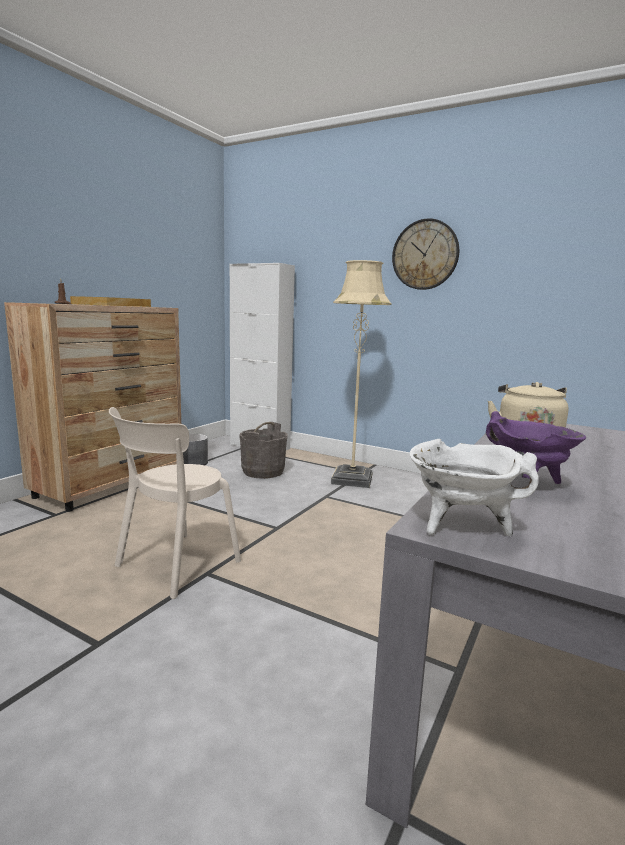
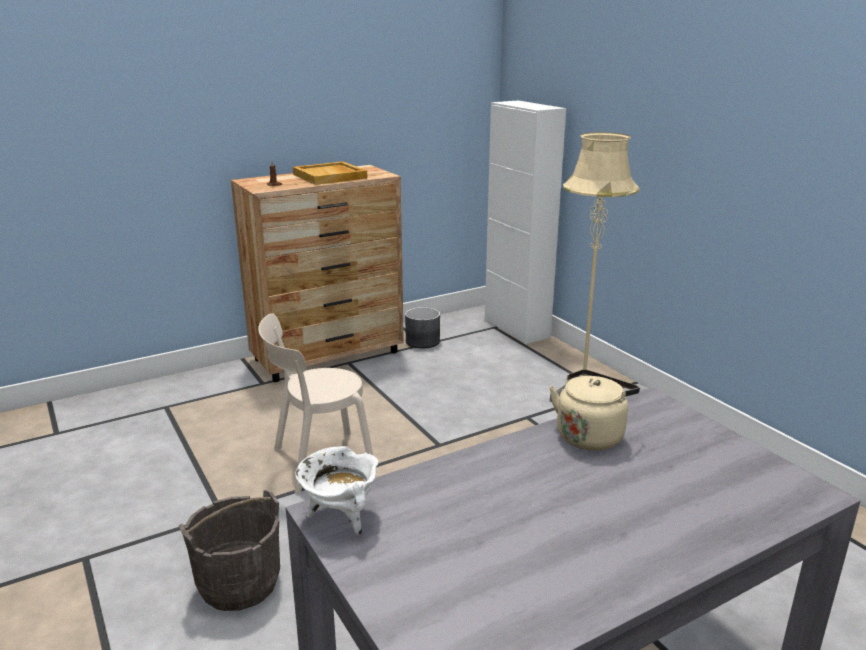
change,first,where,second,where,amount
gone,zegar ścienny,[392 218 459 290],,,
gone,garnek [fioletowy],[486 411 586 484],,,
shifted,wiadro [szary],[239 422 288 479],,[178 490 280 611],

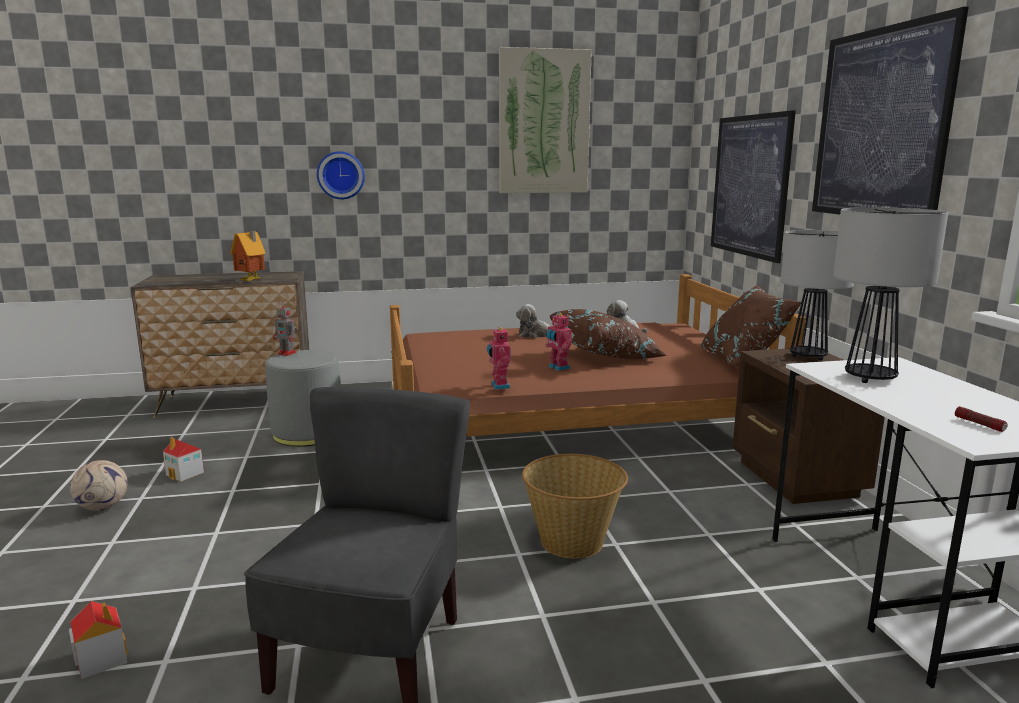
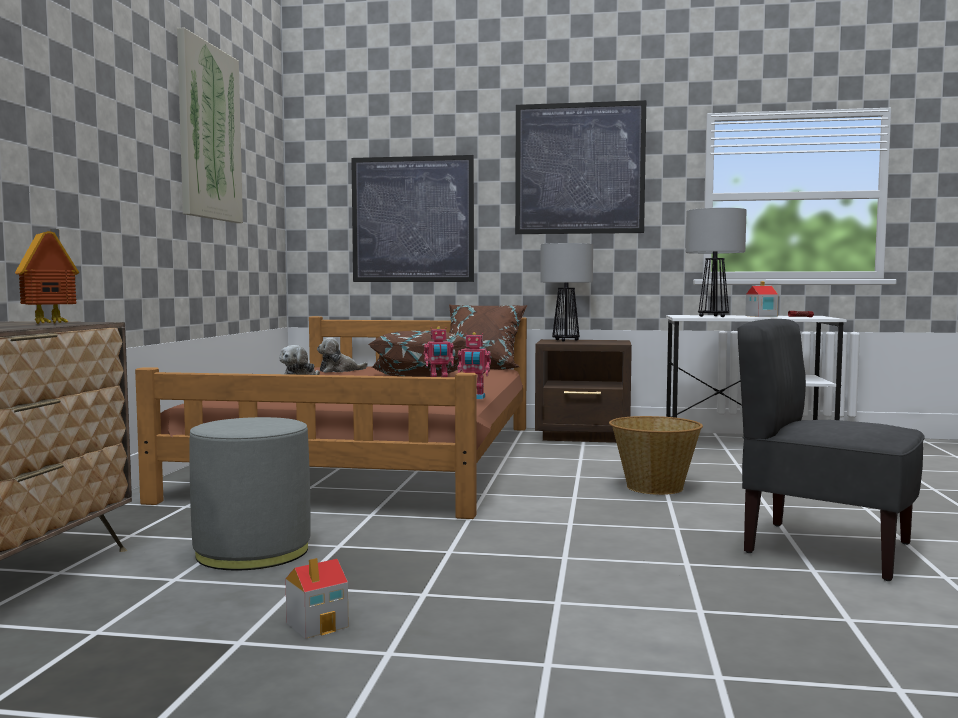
change,first,where,second,where,amount
gone,zegar ścienny,[317 151 365 199],,,
gone,robot zabawkowy,[273 301 298 356],,,
gone,piłka futbolowa,[70 460 128 511],,,
shifted,domek,[69 601 128 679],,[745 281 778 317],

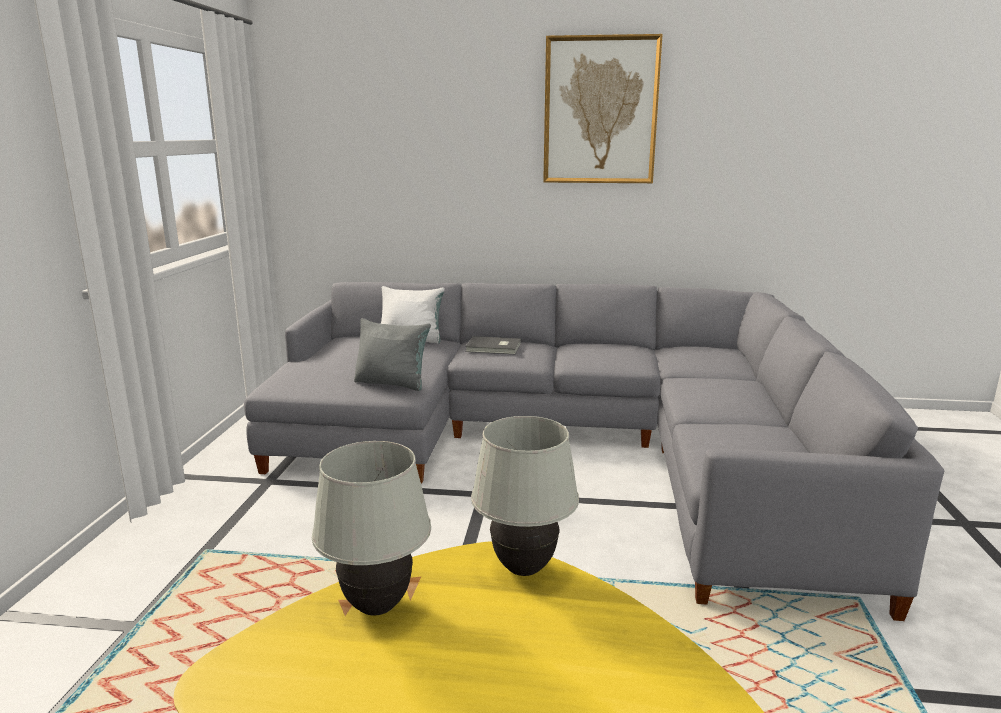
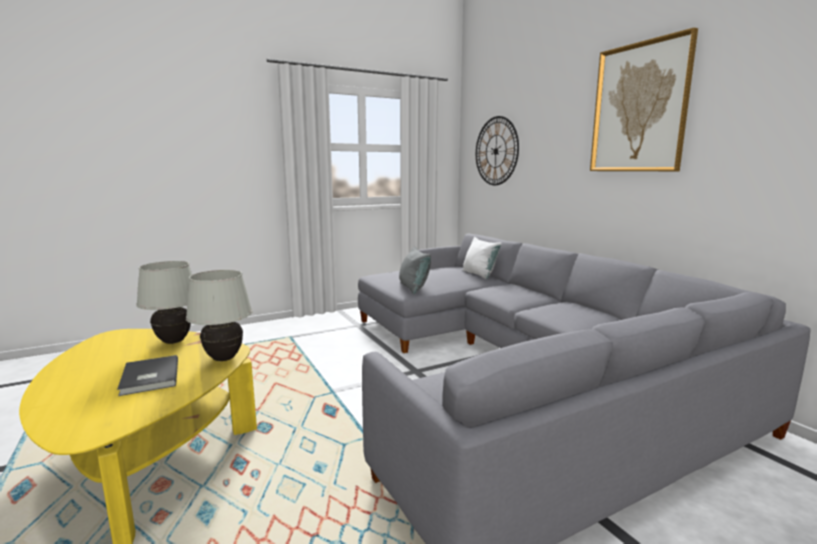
change,first,where,second,where,amount
shifted,książka [szary],[465 336 521 354],,[117 355 178 396],
new,,,zegar ścienny,[476 116 519 185],

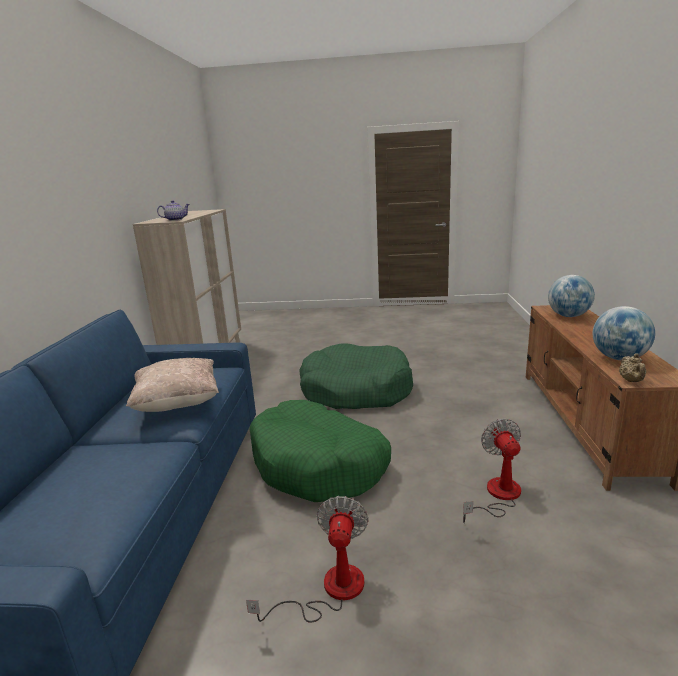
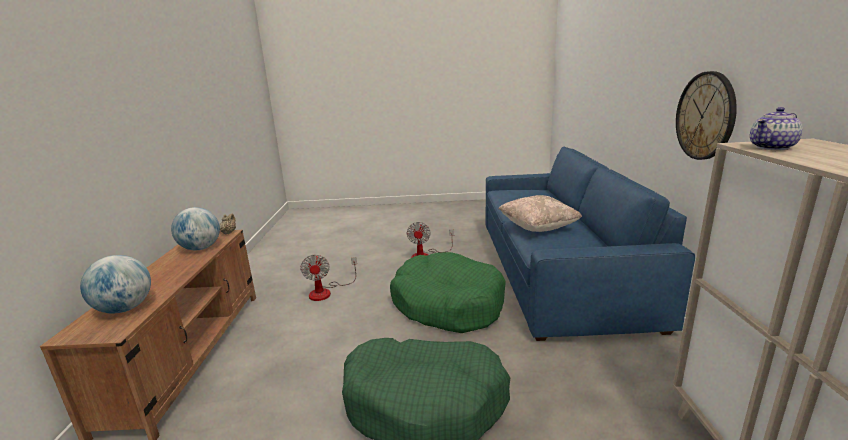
change,first,where,second,where,amount
new,,,zegar ścienny,[676 71 737 160],

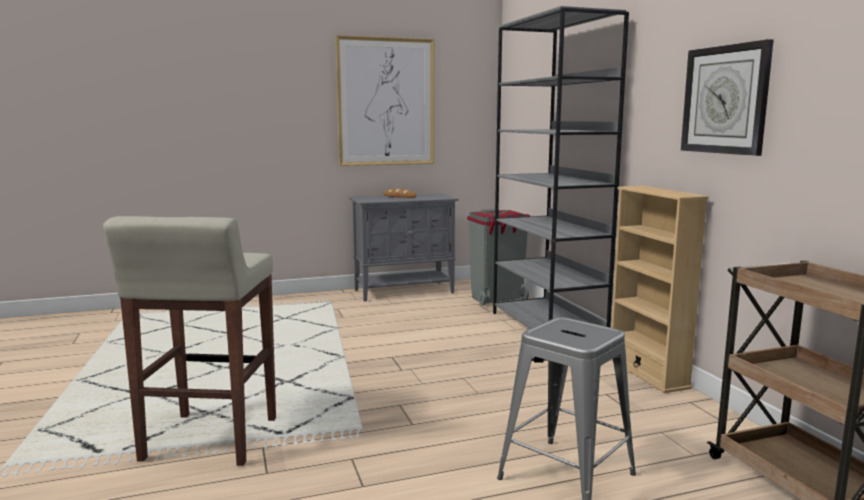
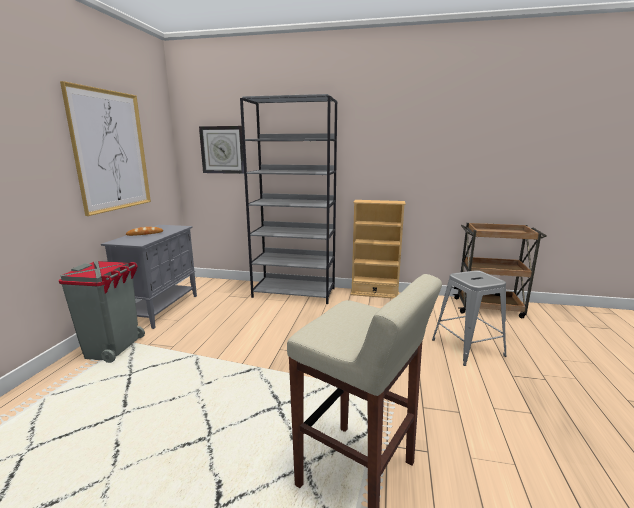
change,first,where,second,where,amount
shifted,zegar ścienny,[681 39 773 156],,[199 126 244 174],
shifted,kosz na śmieci [szary],[467 209 530 305],,[59 261 145 363],

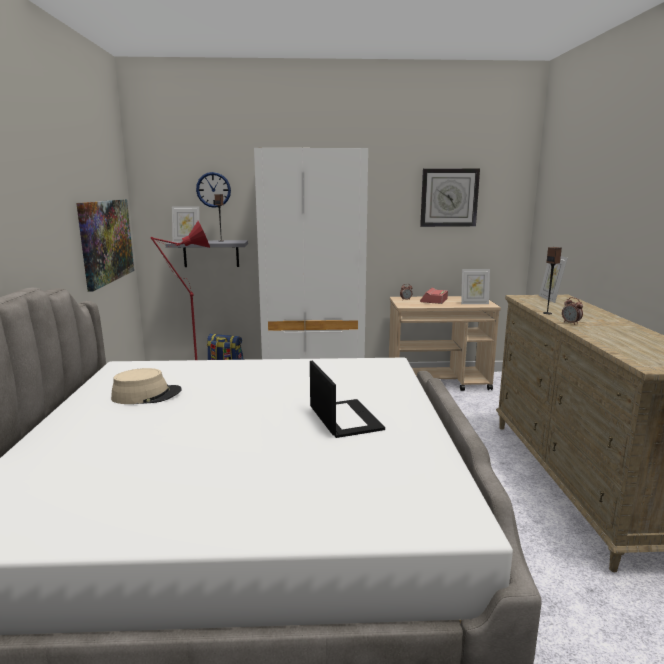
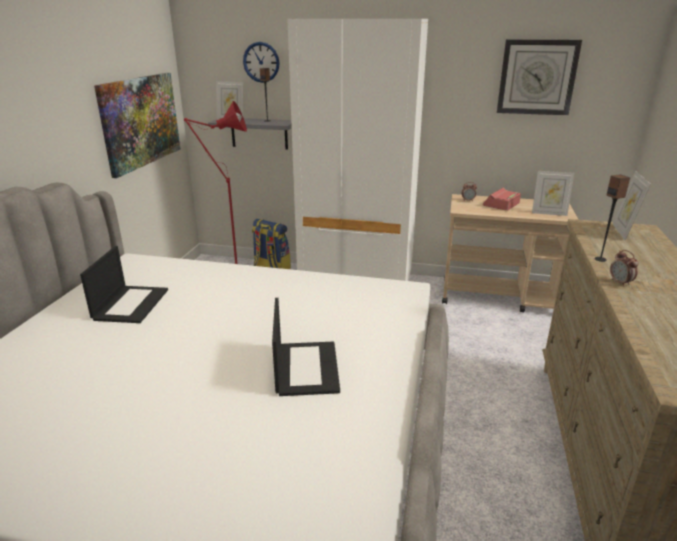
change,first,where,second,where,amount
swapped,kapelusz [beżowy],[111 368 182 404],laptop,[80 246 168 323],

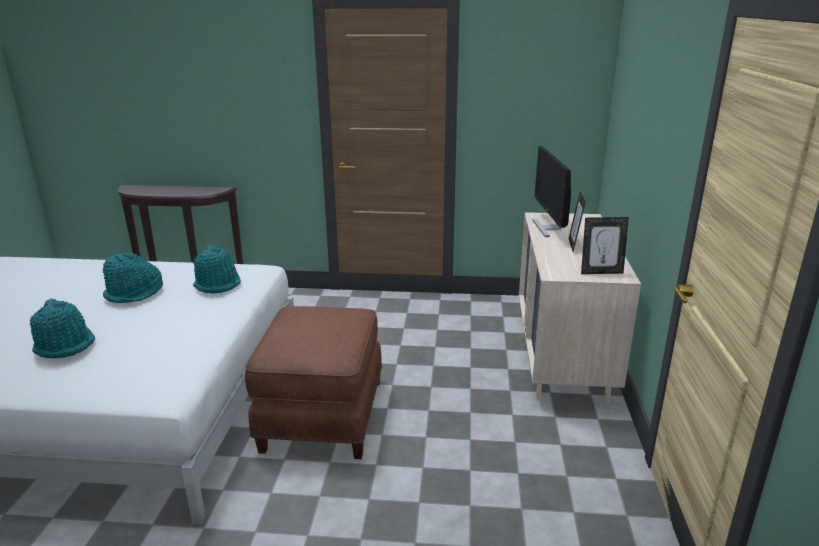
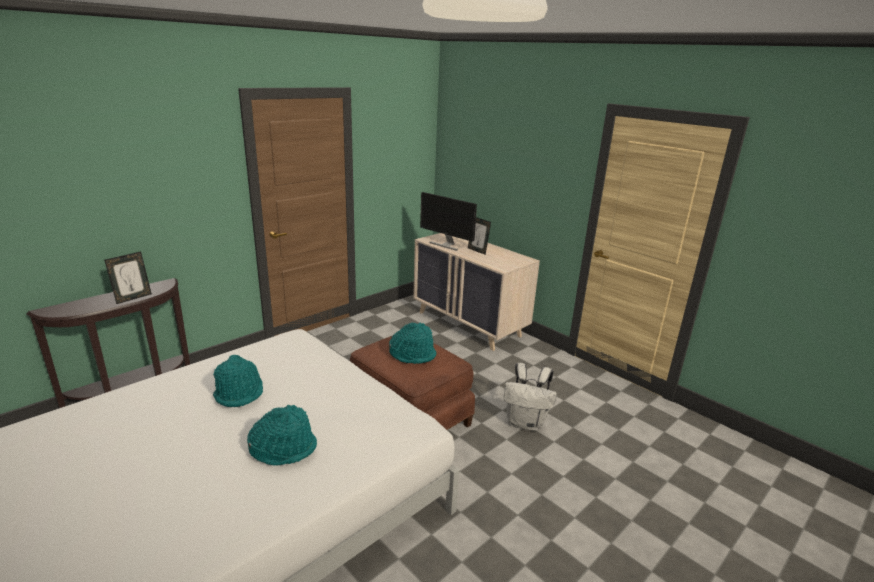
change,first,where,second,where,amount
shifted,ramka na zdjęcie,[581 217 629 274],,[104 252 152 304],
shifted,kapelusz [turkusowy],[193 244 241 294],,[389 323 437 364],
new,,,plecak [biały],[504 363 557 431],

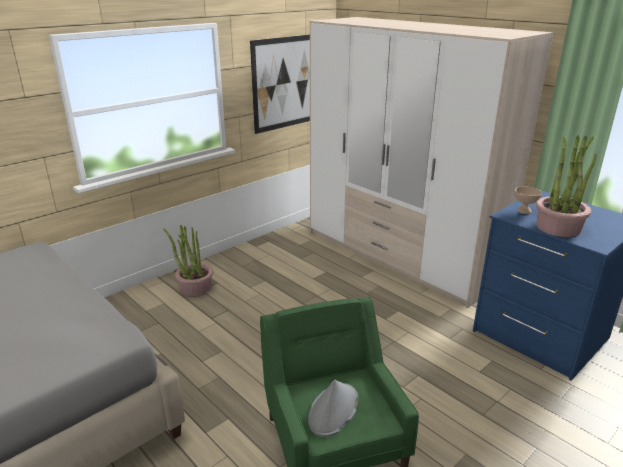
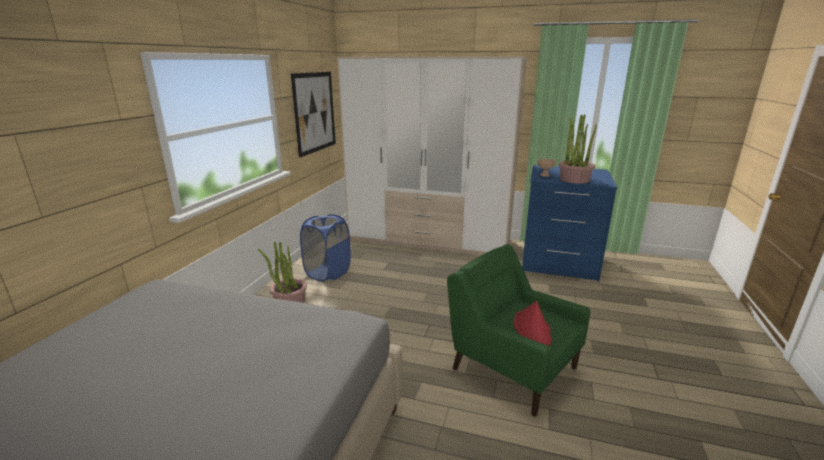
change,first,where,second,where,amount
repainted,kapelusz [szary],[308 380 358 437],kapelusz [czerwony],[513 301 552 346],
new,,,kosz na pranie [niebieski],[300 214 351 282],

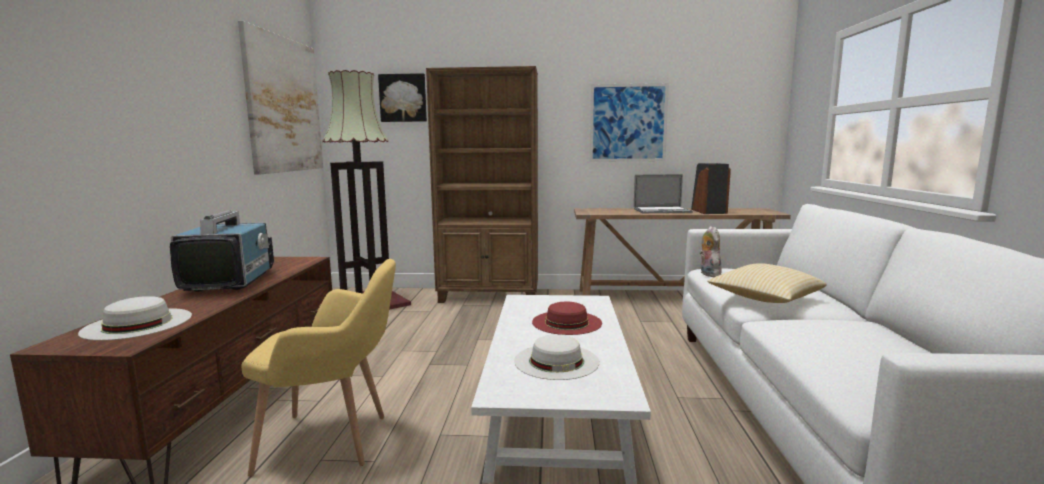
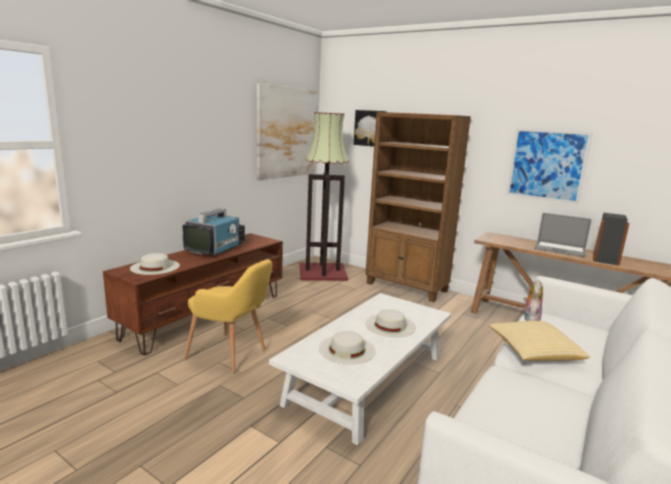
change,first,where,second,where,amount
repainted,kapelusz [czerwony],[532 302 602 335],kapelusz [biały],[365 309 416 337],

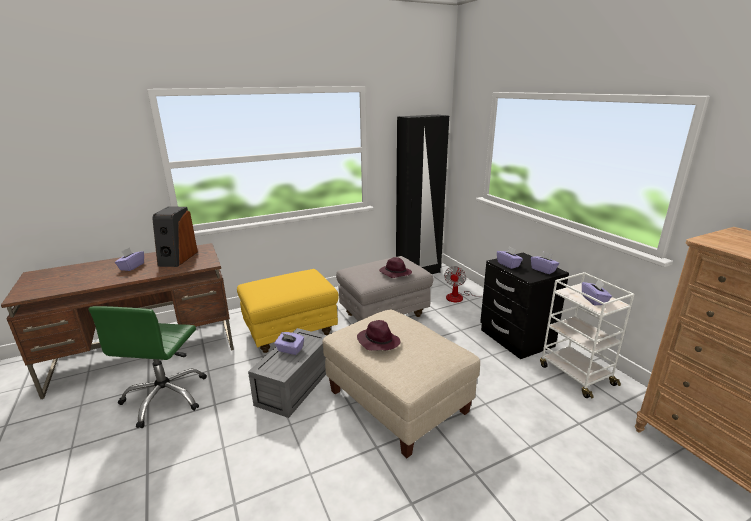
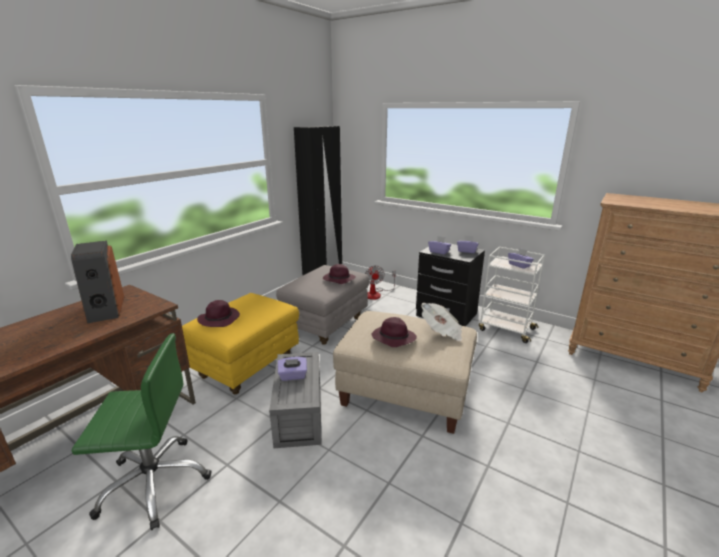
change,first,where,second,where,amount
gone,pudełko chusteczek [fioletowy],[115 248 144 271],,,
rotated,krzesło biurowe [zielony],[88 306 207 428],,[72 333 212 530],75 degrees counterclockwise
new,,,kapelusz [fioletowy],[197 300 240 327],
new,,,gazeta,[421 303 462 342],

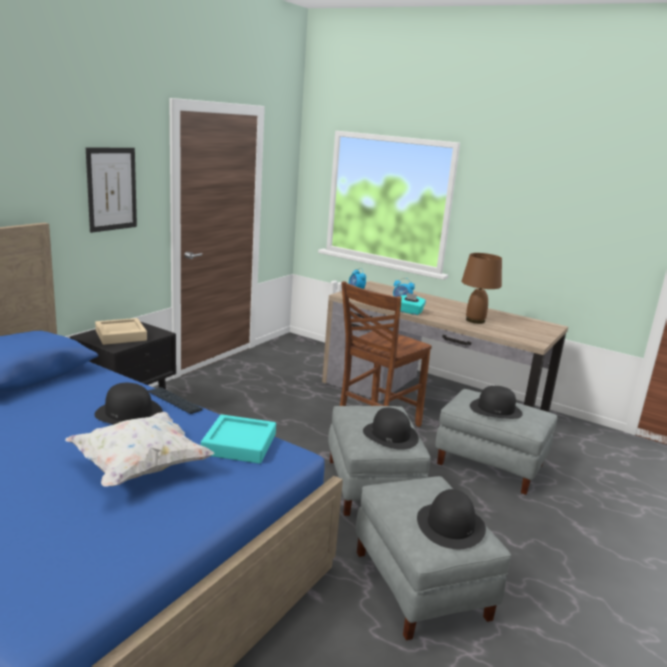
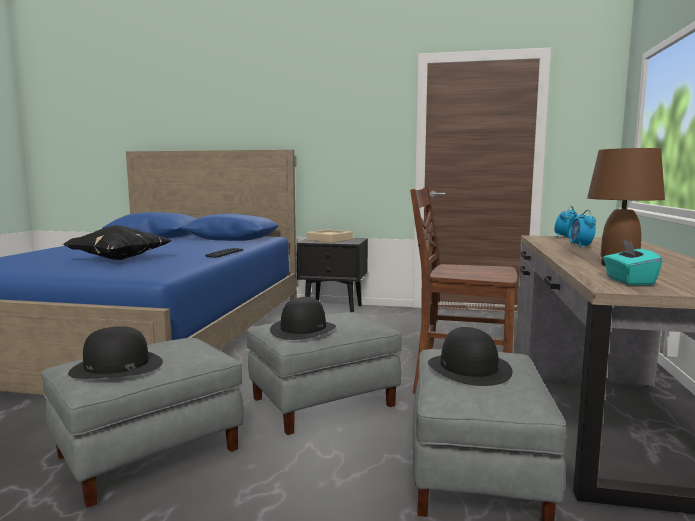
change,first,where,second,where,amount
gone,obraz,[86 148 137 233],,,
shifted,pudełko chusteczek [turkusowy],[400 292 426 315],,[603 239 663 285],
gone,kapelusz [czarny],[94 383 163 424],,,
repainted,poduszka [biały],[65 412 214 487],poduszka [czarny],[63 225 171 260],
gone,taca [turkusowy],[201 414 276 464],,,

